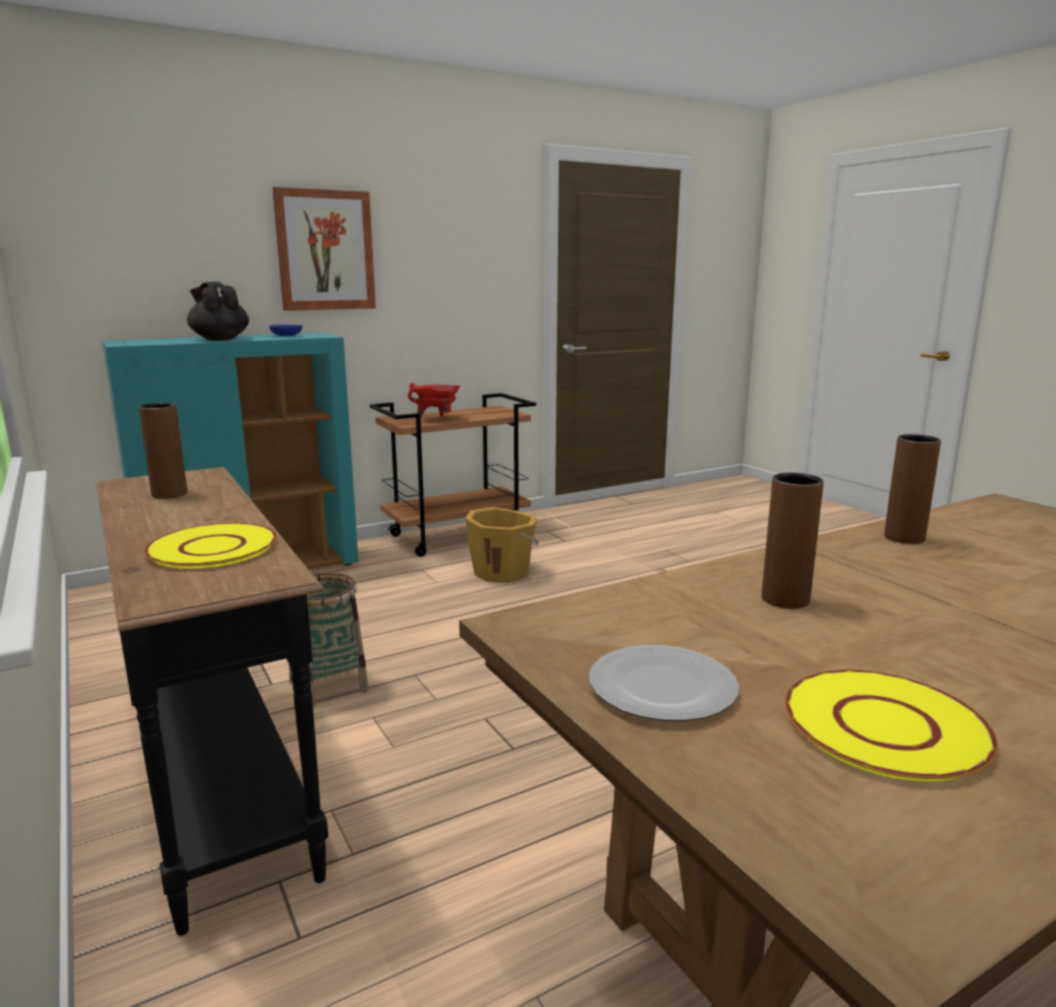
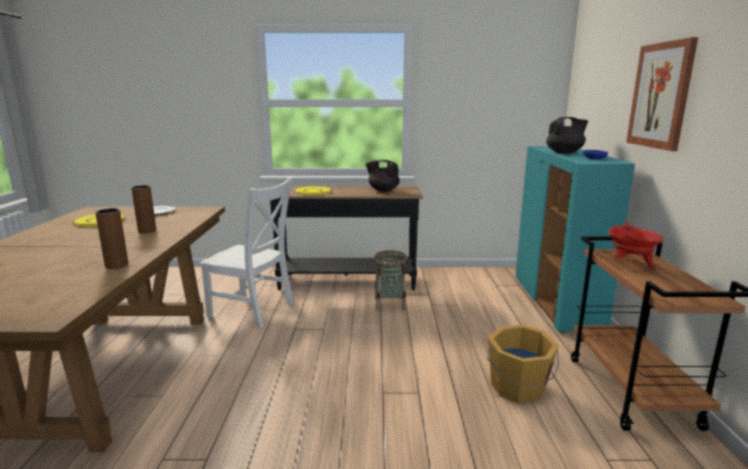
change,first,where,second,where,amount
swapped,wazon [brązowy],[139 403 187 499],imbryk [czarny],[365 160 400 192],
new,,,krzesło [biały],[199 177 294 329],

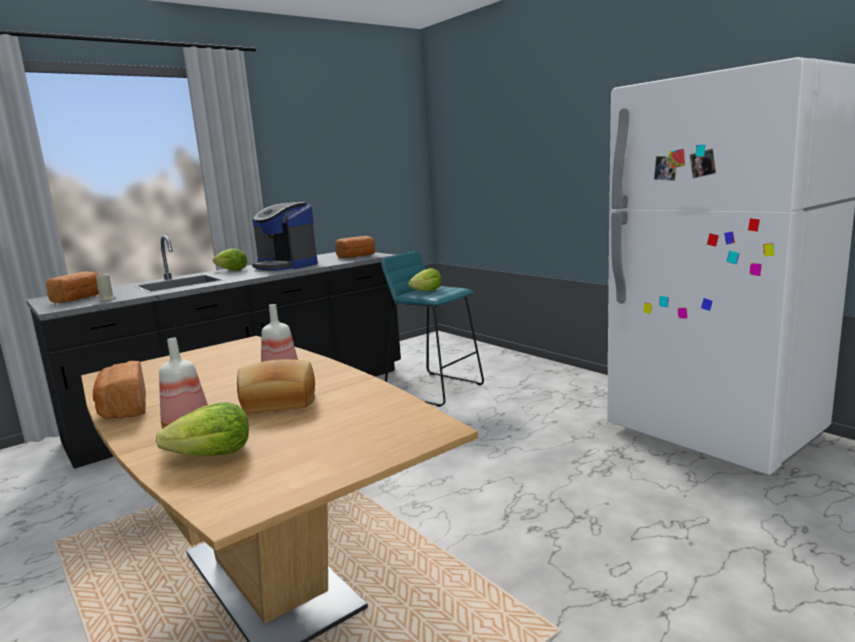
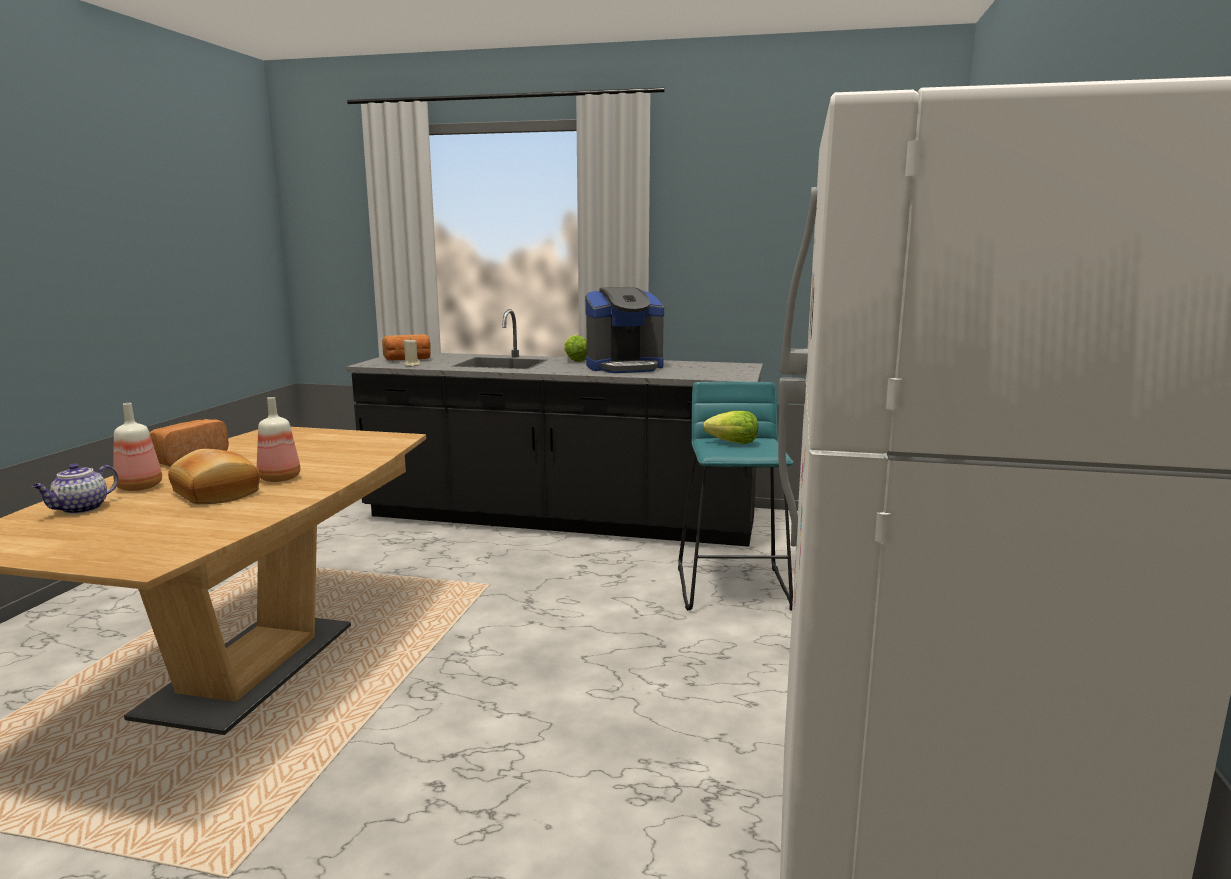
change,first,where,second,where,amount
rotated,ekspres do kawy,[252 202 318 271],,[585 287 664 373],105 degrees counterclockwise
gone,chleb,[335 236 375 258],,,
swapped,sałata,[156 402 249 456],imbryk,[32 464 119 514],

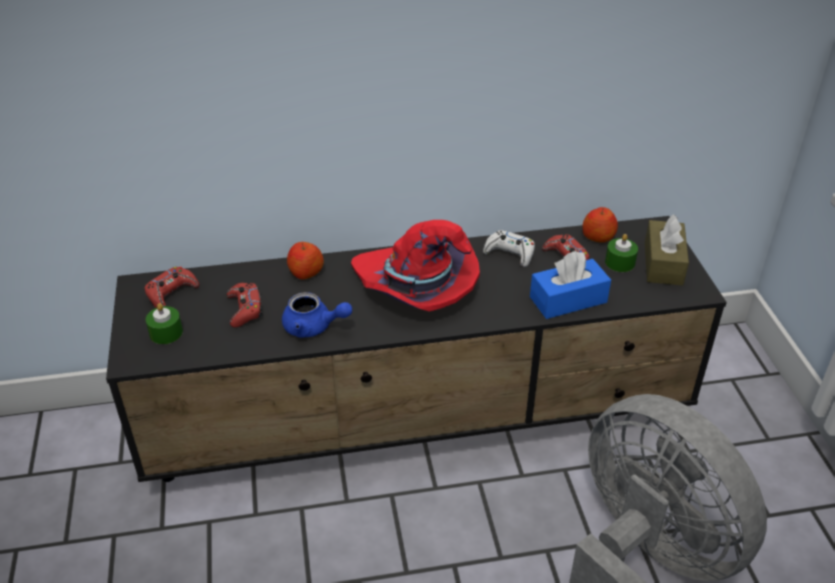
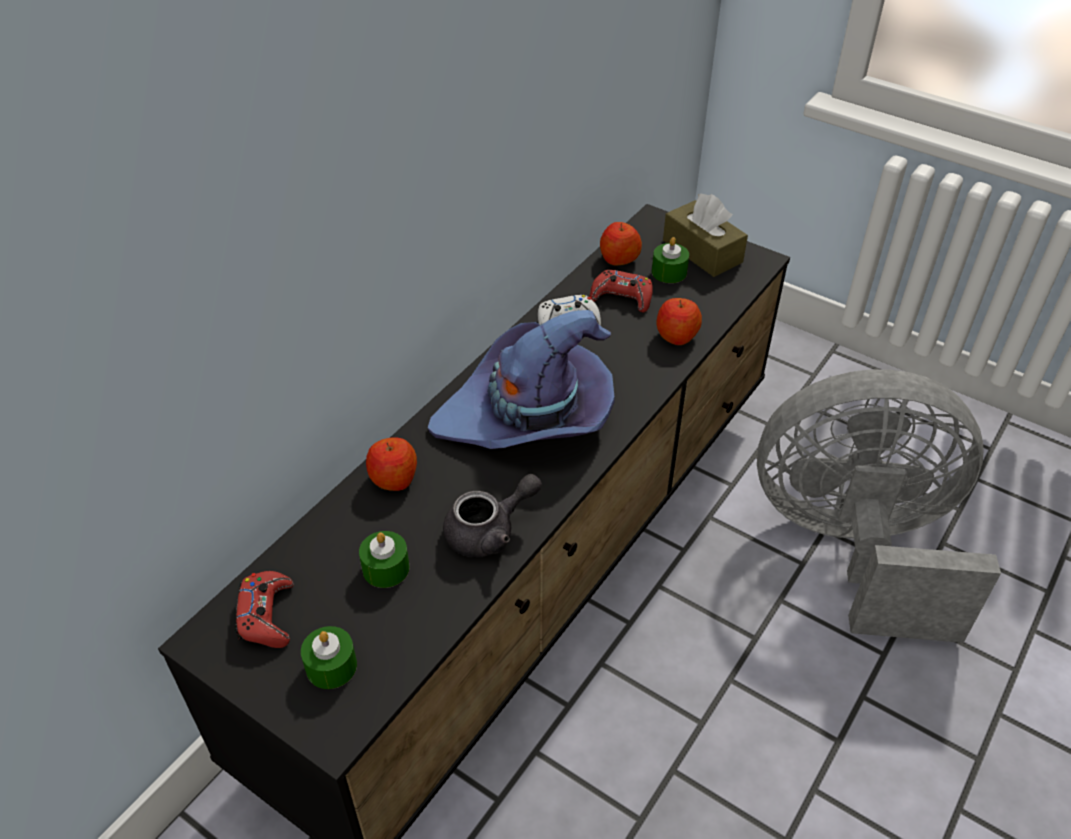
change,first,where,second,where,amount
repainted,kapelusz [czerwony],[351 220 480 312],kapelusz [fioletowy],[428 310 614 449],
swapped,pudełko chusteczek [niebieski],[530 251 611 319],jabłko,[656 298 702 345],
swapped,pad do gier [czerwony],[226 283 262 328],świeca [zielony],[359 531 410 588],
repainted,imbryk [niebieski],[282 292 352 338],imbryk [szary],[443 474 542 557],

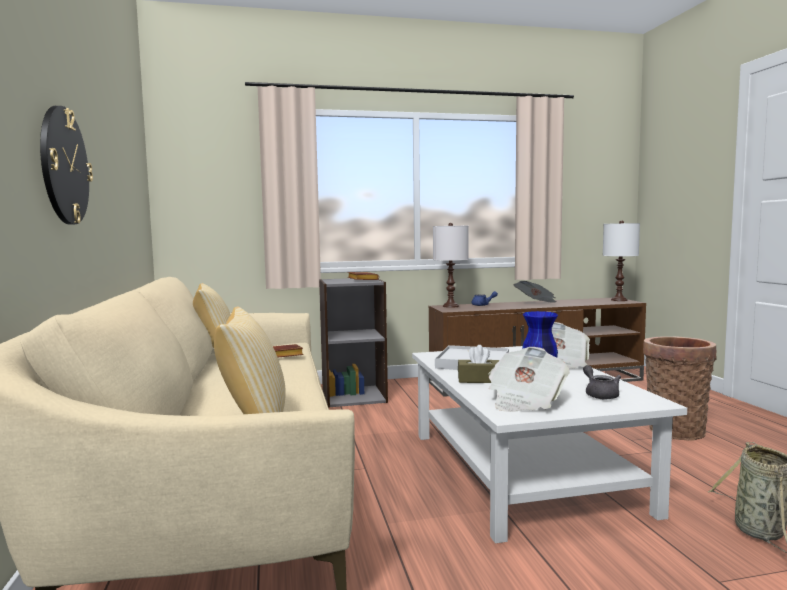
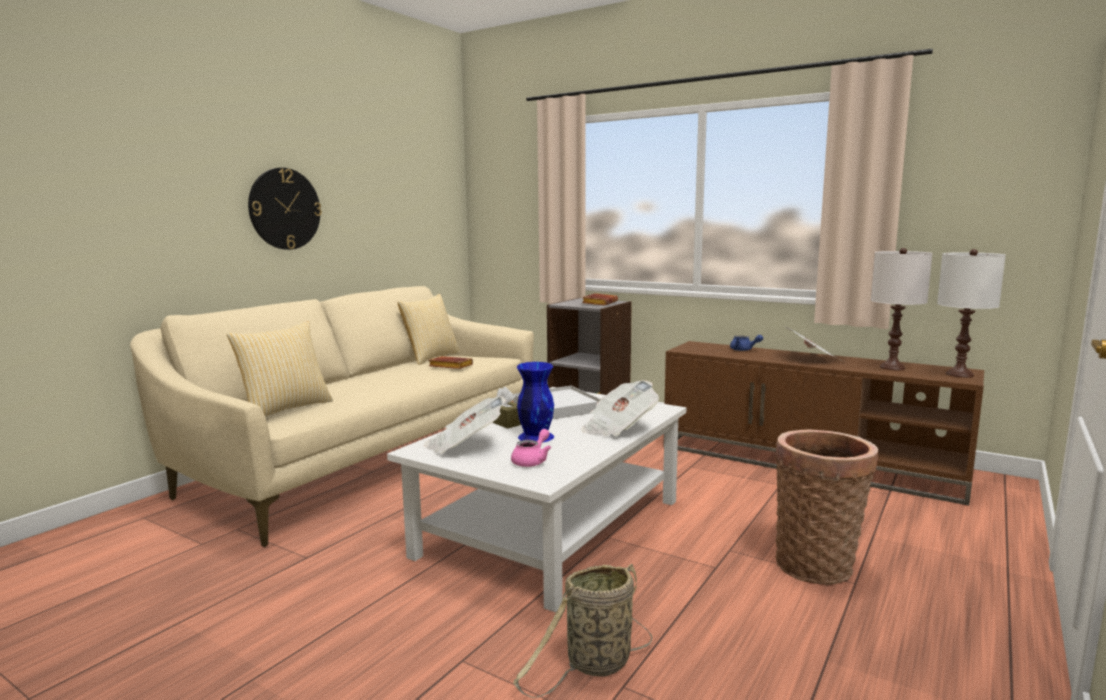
change,first,where,second,where,amount
shifted,lampa stołowa [biały],[433 223 468 308],,[871 248 932 370],
repainted,imbryk [szary],[583 365 621 399],imbryk [różowy],[511 429 551 467],

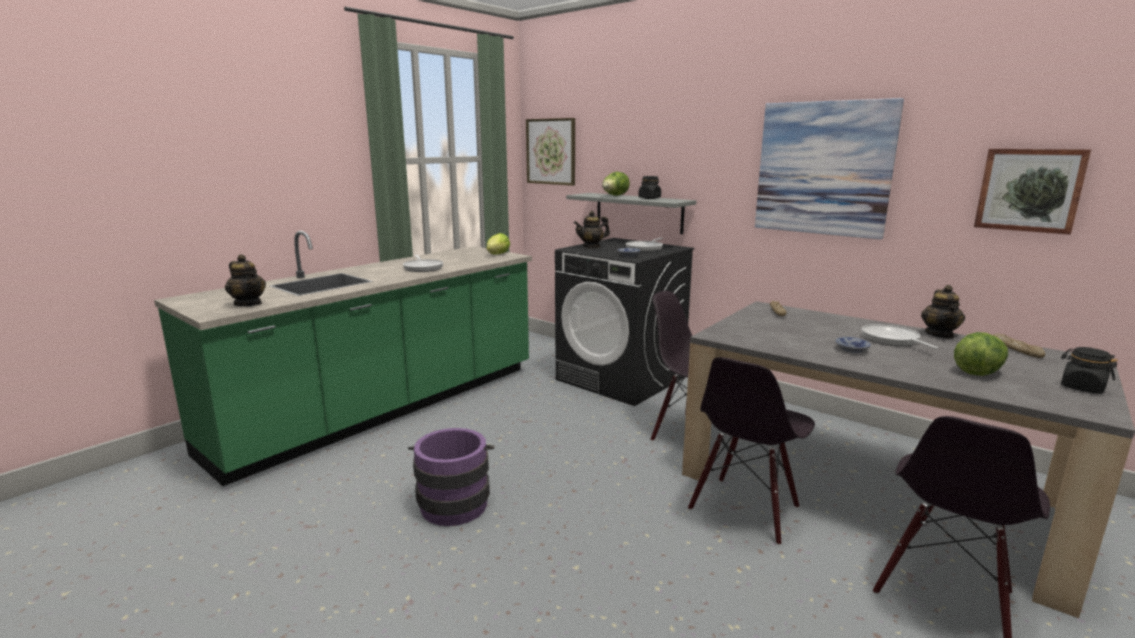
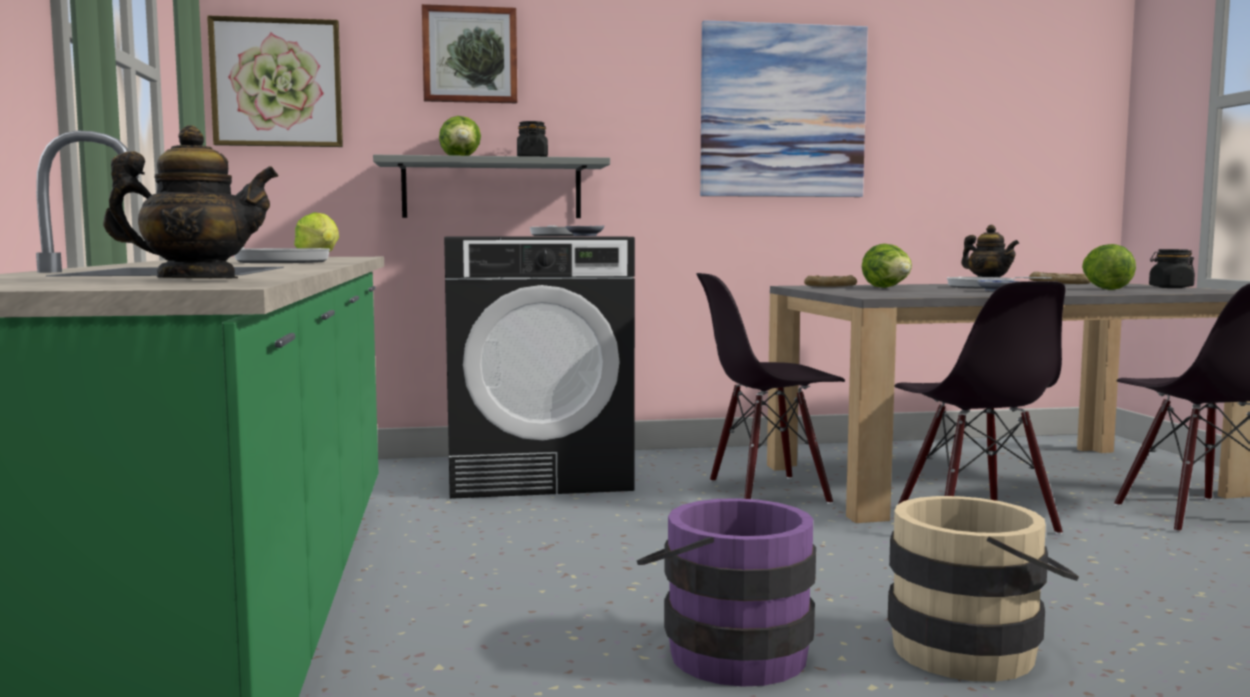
change,first,where,second,where,amount
shifted,obraz,[974 149 1091 235],,[422 4 517 103],
gone,imbryk,[574 211 610 249],,,
new,,,sałata,[862 244 912 288],
new,,,wiadro [beżowy],[888 496 1079 682],

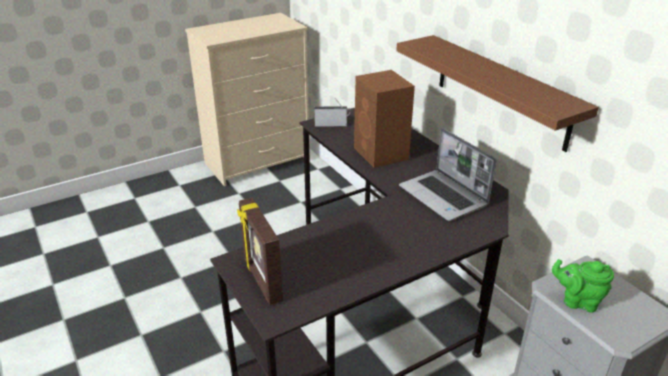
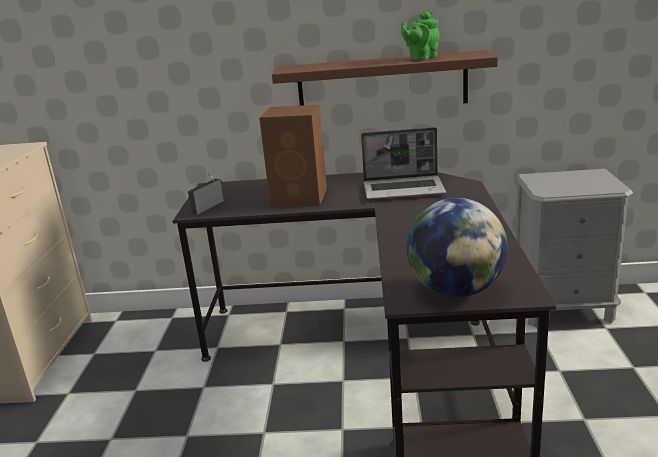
change,first,where,second,where,amount
swapped,ramka na zdjęcie,[237 198 283 305],globus,[407 198 508 297],
shifted,imbryk [zielony],[552 259 614 313],,[401 11 439 60],

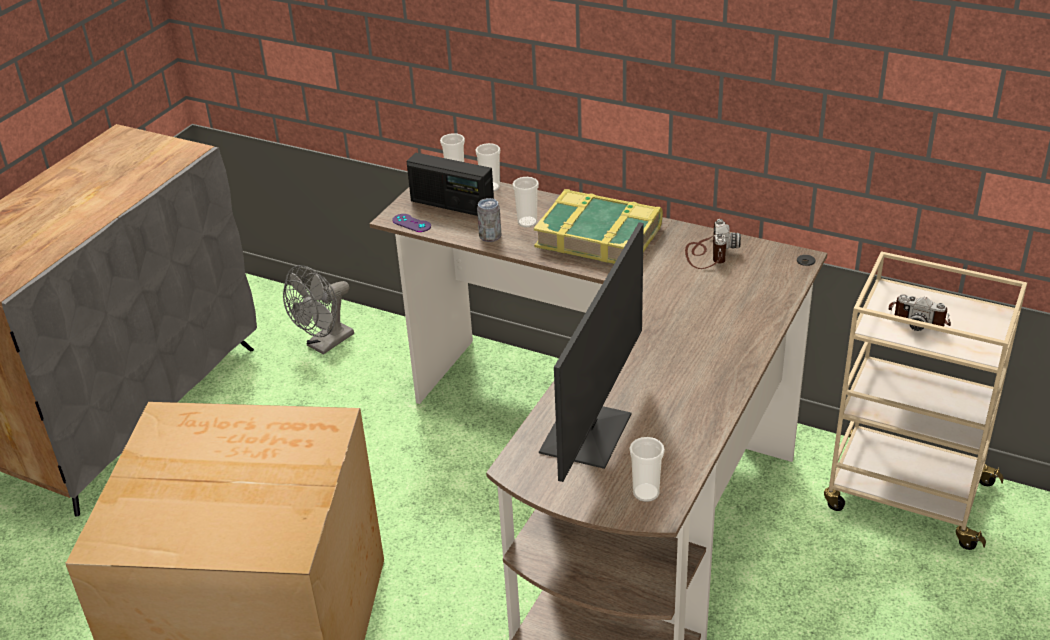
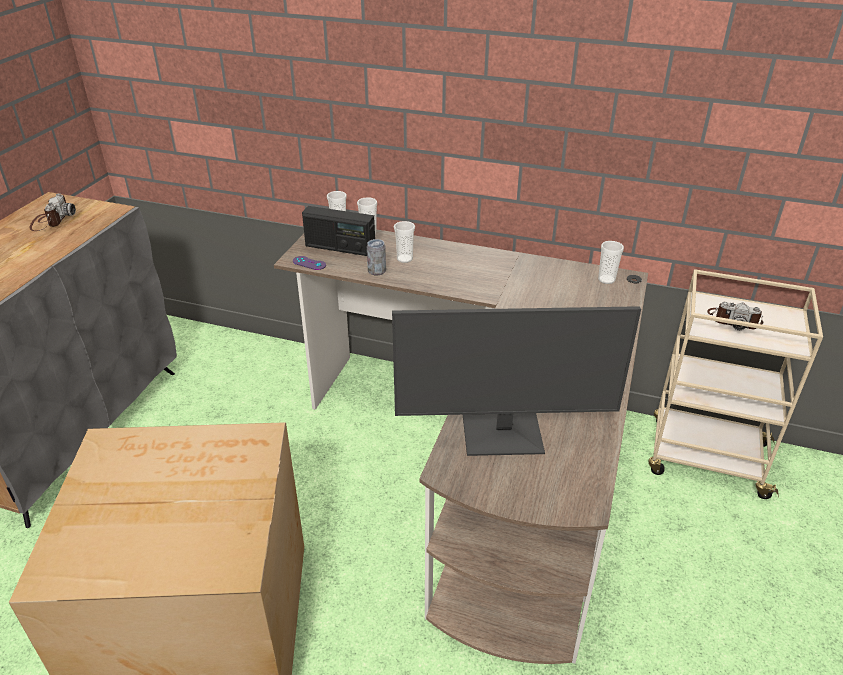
change,first,where,second,where,amount
gone,książka,[533 189 663 264],,,
shifted,aparat fotograficzny,[685 219 741 269],,[30 193 76 231],
rotated,monitor,[539 223 644 482],,[392 306 641 456],75 degrees clockwise
gone,wentylator [szary],[283 265 354 355],,,
shifted,filiżanka,[629 437 665 502],,[598 241 624 284],

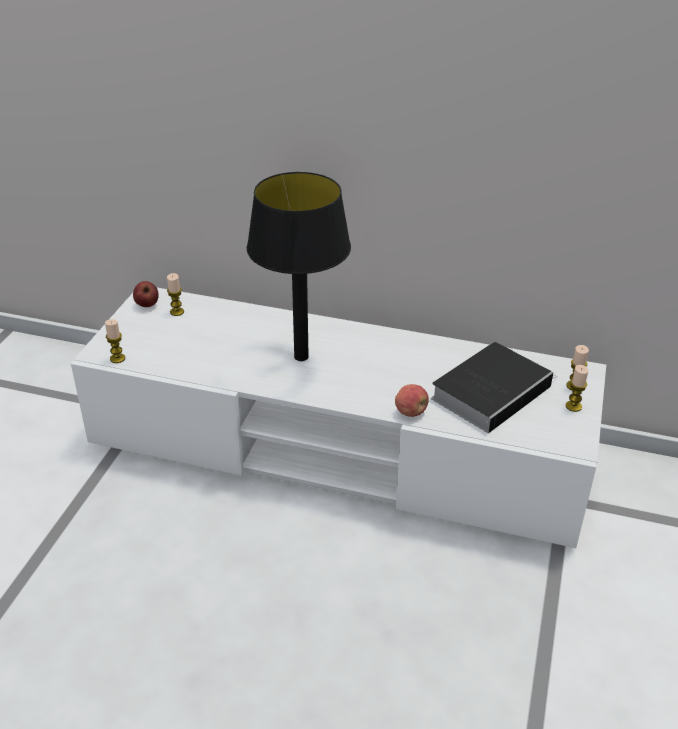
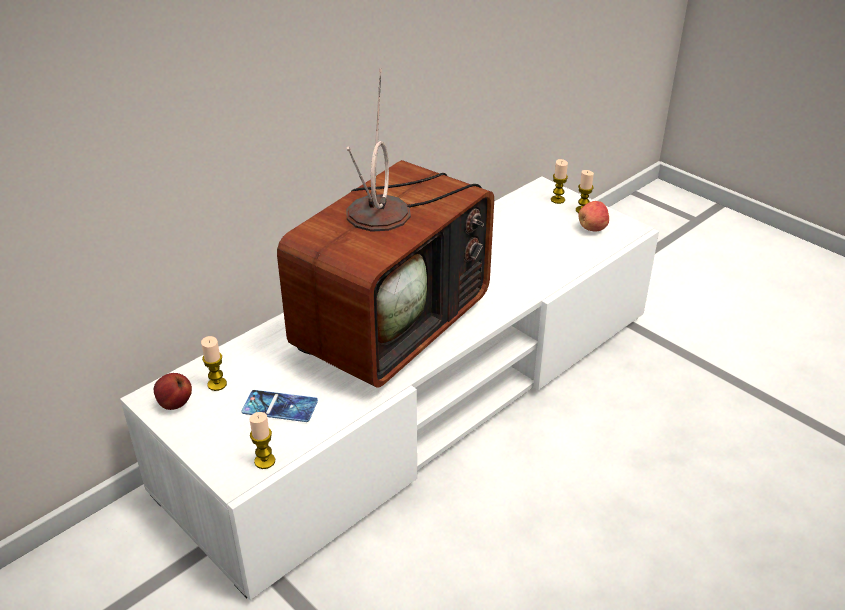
change,first,where,second,where,amount
swapped,lampa stołowa [czarny],[247 172 351 361],telewizor,[277 69 494 388],
gone,książka,[431 342 558 433],,,
shifted,jabłko,[395 384 429 417],,[578 201 609 232],
new,,,telefon,[241 390 318 422],

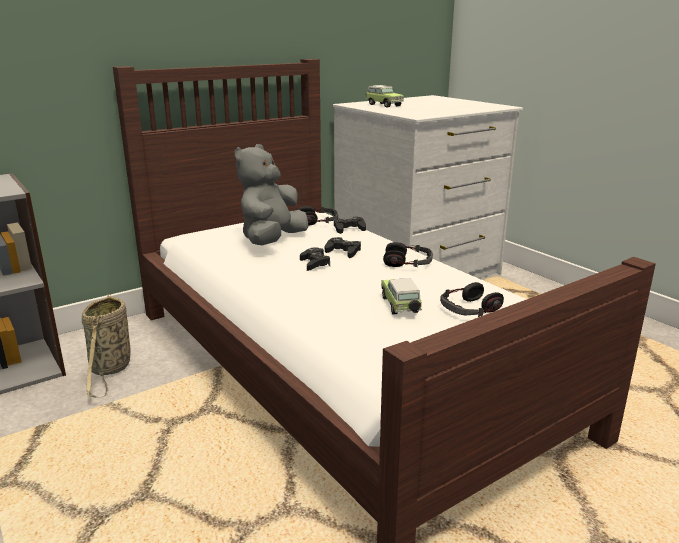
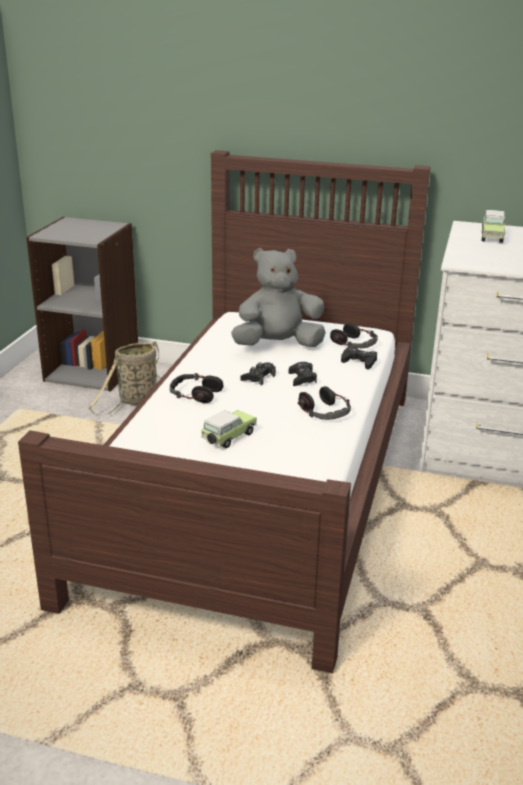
change,first,where,second,where,amount
shifted,słuchawki,[440 282 504 317],,[170 373 224 403],

